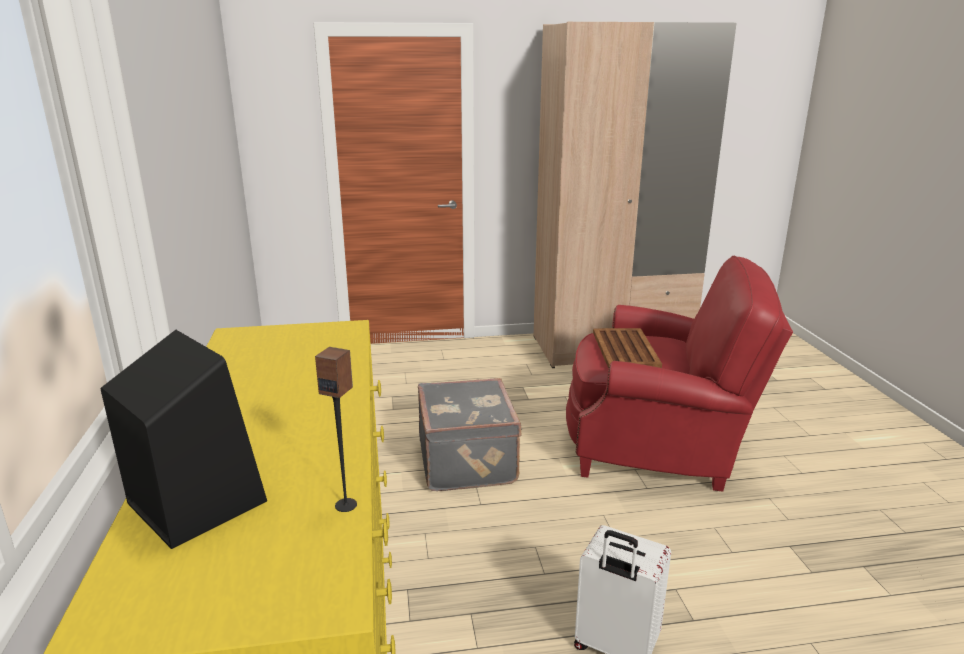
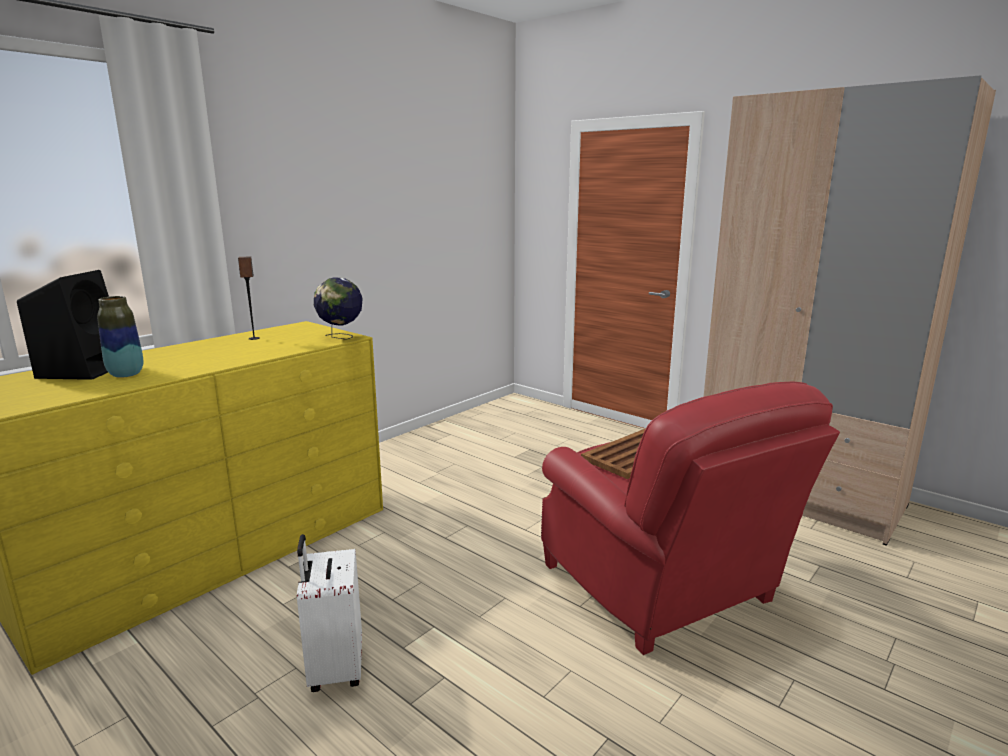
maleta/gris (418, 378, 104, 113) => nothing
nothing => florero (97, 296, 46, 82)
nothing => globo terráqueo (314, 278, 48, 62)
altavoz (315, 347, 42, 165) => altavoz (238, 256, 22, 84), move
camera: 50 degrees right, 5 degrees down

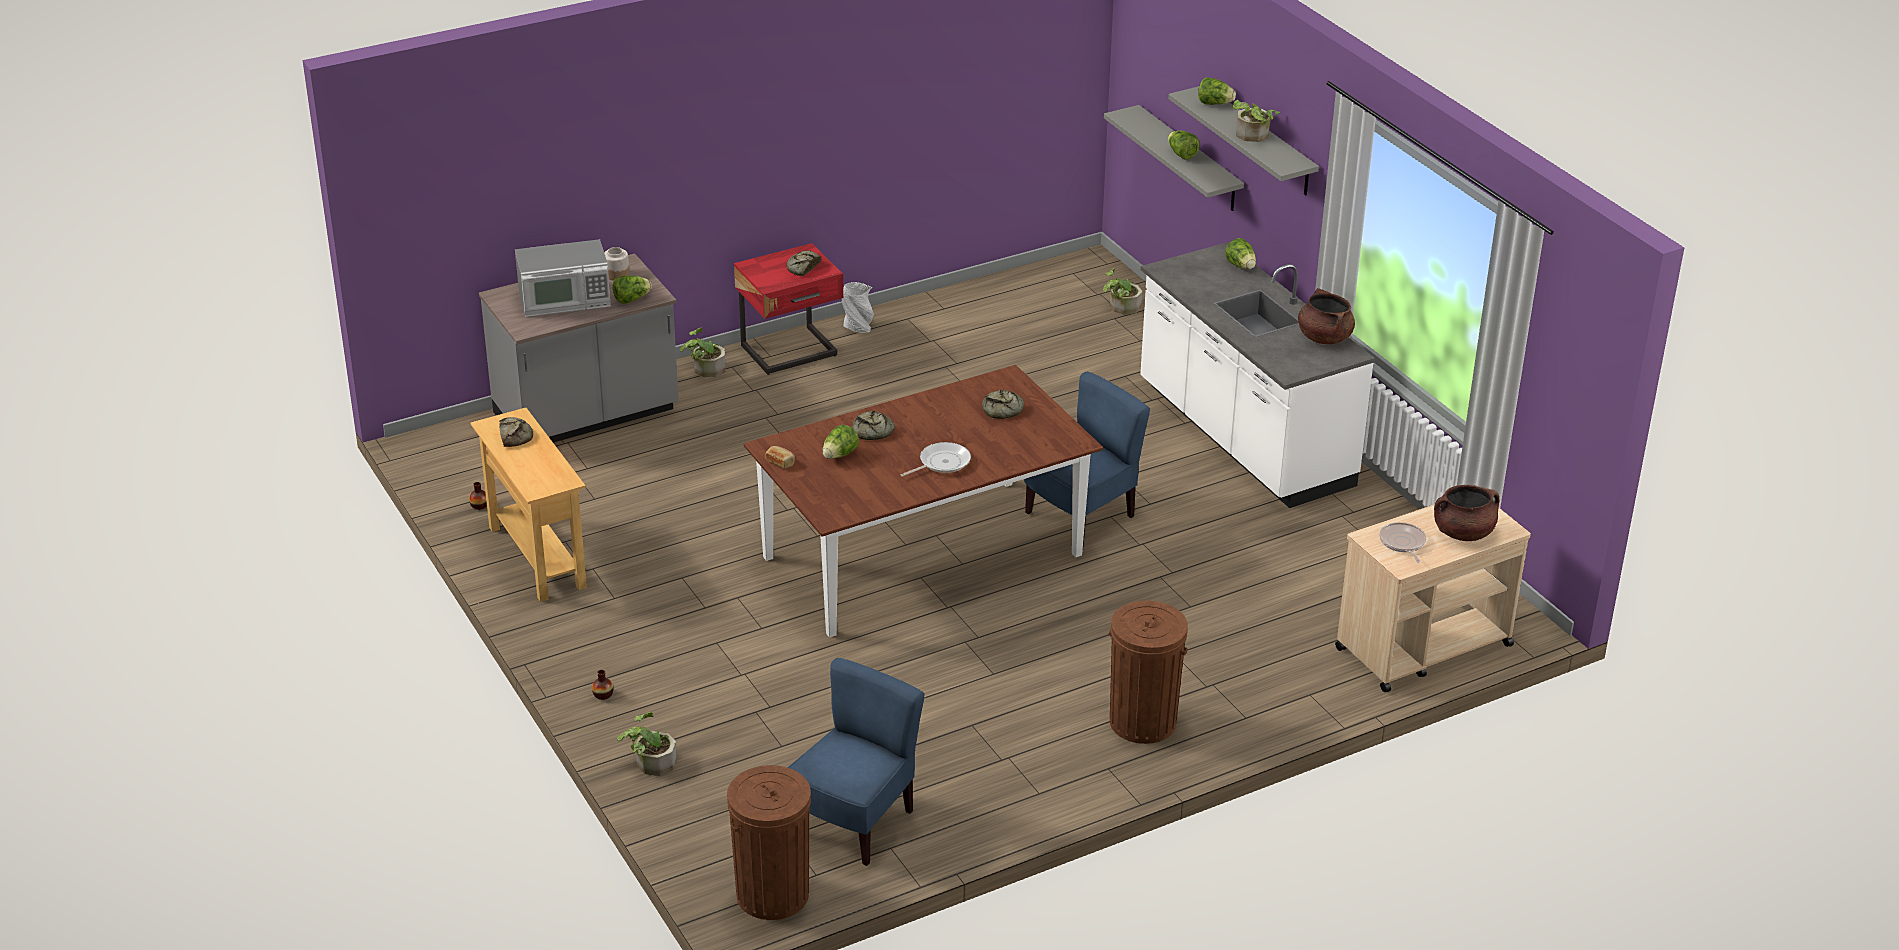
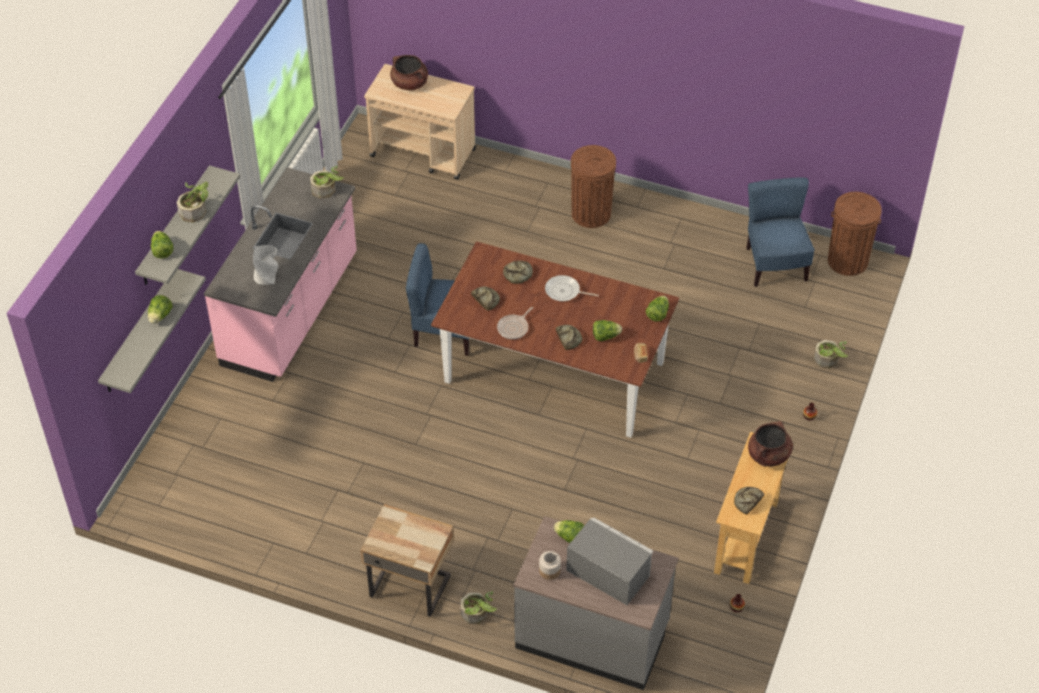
pan (787, 250, 34, 26) => pan (503, 260, 30, 24), move
florero/gris (842, 282, 32, 51) => florero/gris (253, 245, 25, 40), move
planta en maceta (1103, 268, 39, 47) => planta en maceta (310, 166, 34, 33), move
lechuga (1225, 238, 31, 31) => lechuga (646, 296, 23, 26), move
olla/marrón (1298, 288, 57, 56) => olla/marrón (748, 421, 45, 46), move
sartén (1379, 522, 47, 41) => sartén (497, 307, 36, 32), move
mesita de noche/rojo (734, 243, 109, 132) => mesita de noche/beis (360, 504, 94, 113)
mueble bajo de cocina/blanco (1140, 242, 235, 266) => mueble bajo de cocina/rosa (204, 167, 153, 215)
silla/azul (787, 658, 138, 208) => silla/azul (746, 177, 69, 110), 90 degrees clockwise
camera: 130 degrees left, 15 degrees up

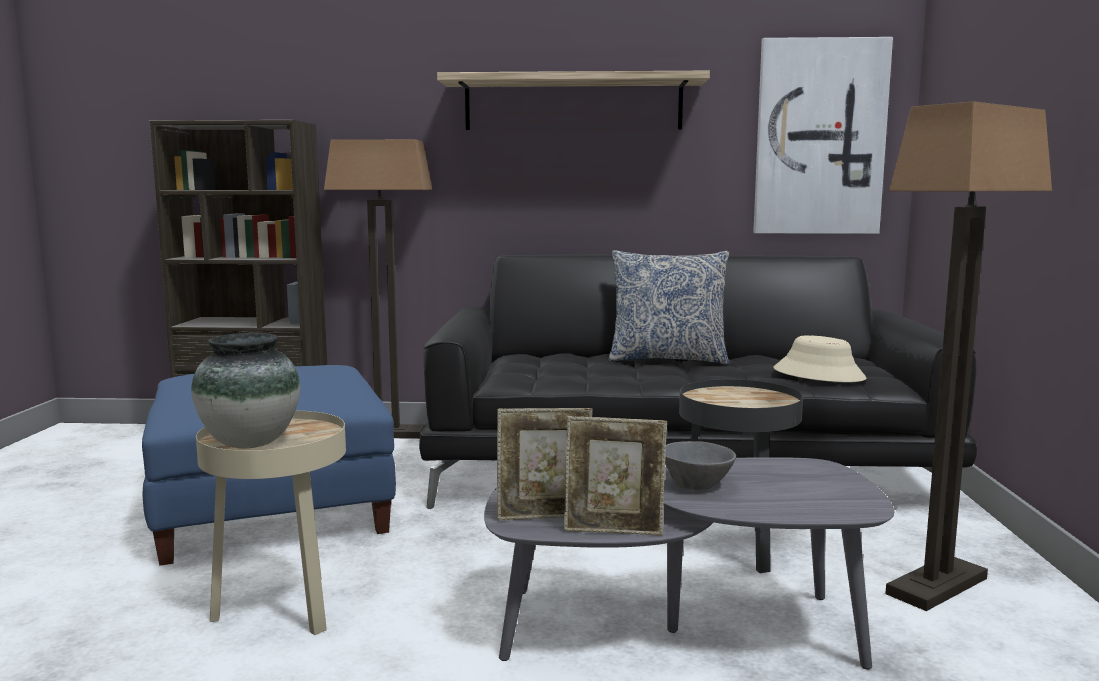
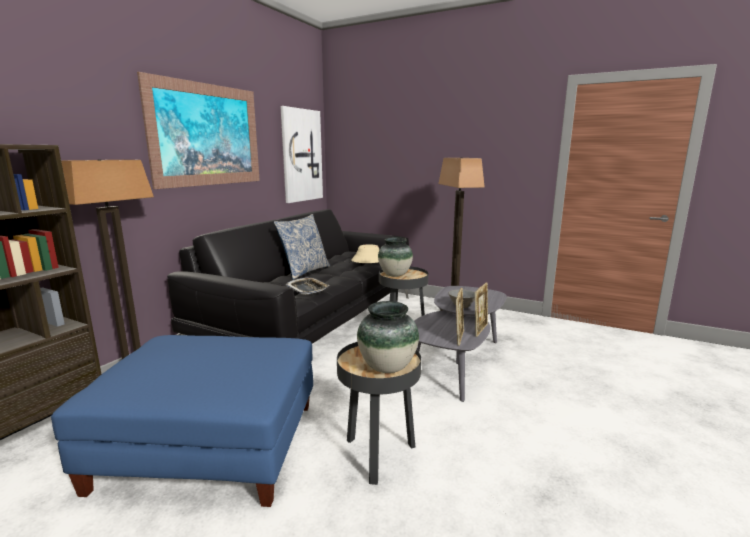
nothing => bandeja (285, 277, 44, 17)
nothing => florero (378, 237, 35, 40)
estante (437, 71, 273, 59) => cuadro (137, 72, 123, 117)
mesa auxiliar/beis (196, 411, 150, 224) => mesa auxiliar/negro (337, 342, 84, 143)
camera: 65 degrees left, 5 degrees up

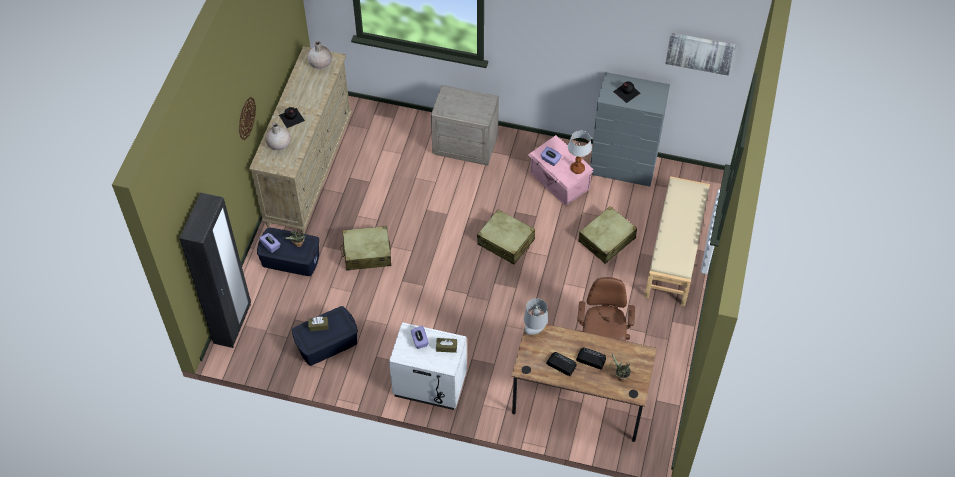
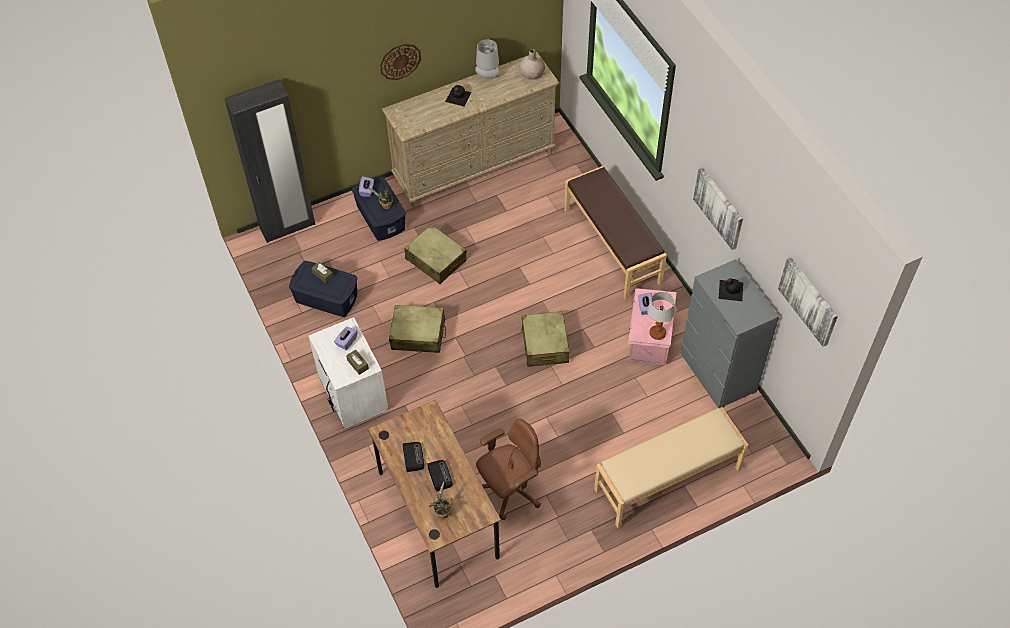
florero/beis (265, 123, 26, 27) => nothing
nothing => cuadro (693, 167, 50, 83)
lámpara de mesa/gris (524, 298, 24, 37) => lámpara de mesa/gris (475, 40, 24, 40), move
maleta/beis (578, 206, 59, 58) => maleta/beis (389, 305, 57, 48), move
mesita de noche/beis (431, 85, 68, 81) => banco/marrón (564, 166, 103, 133)
camera: 50 degrees right, 0 degrees up

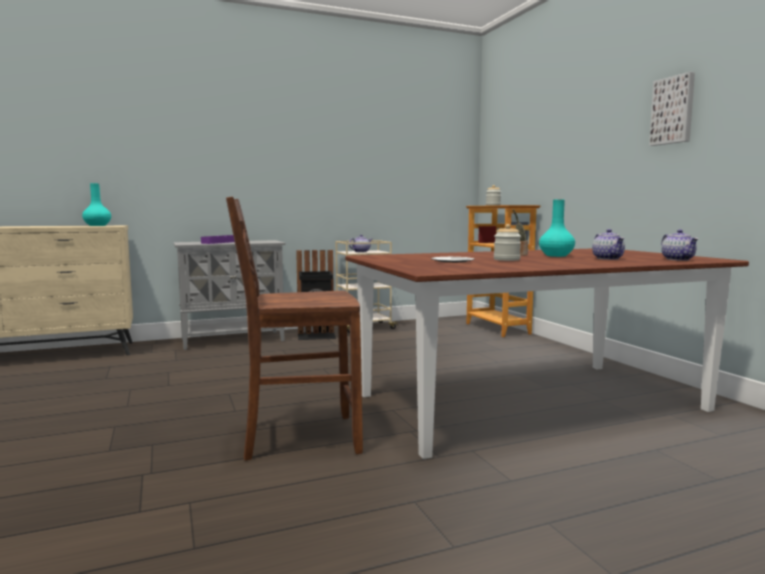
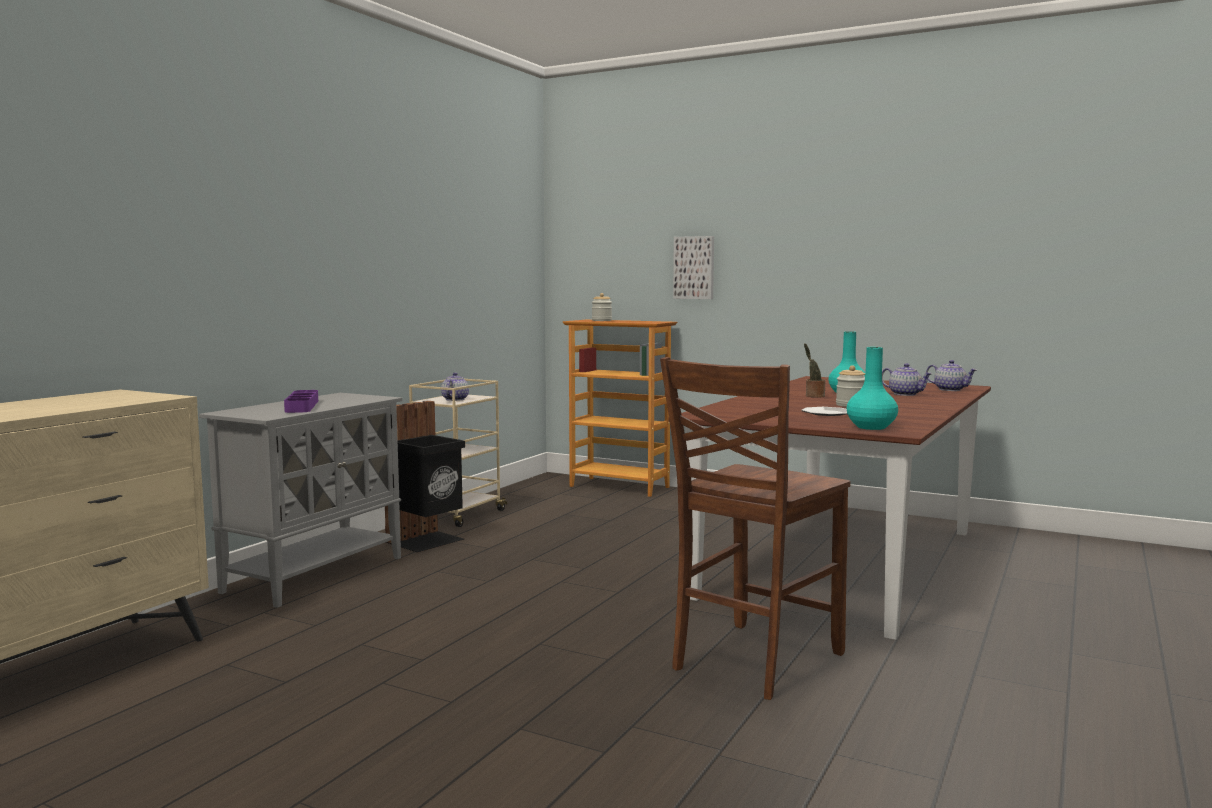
florero/turquesa (82, 183, 29, 43) => florero/turquesa (847, 347, 51, 83), move
cuadro (649, 72, 46, 74) => cuadro (673, 236, 41, 63), move
camera: 40 degrees left, 0 degrees up

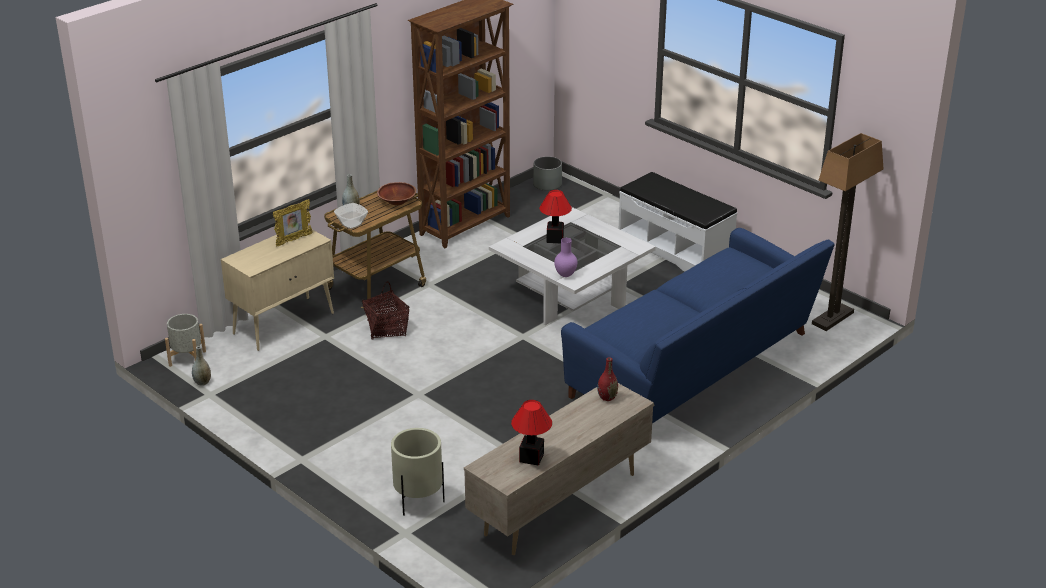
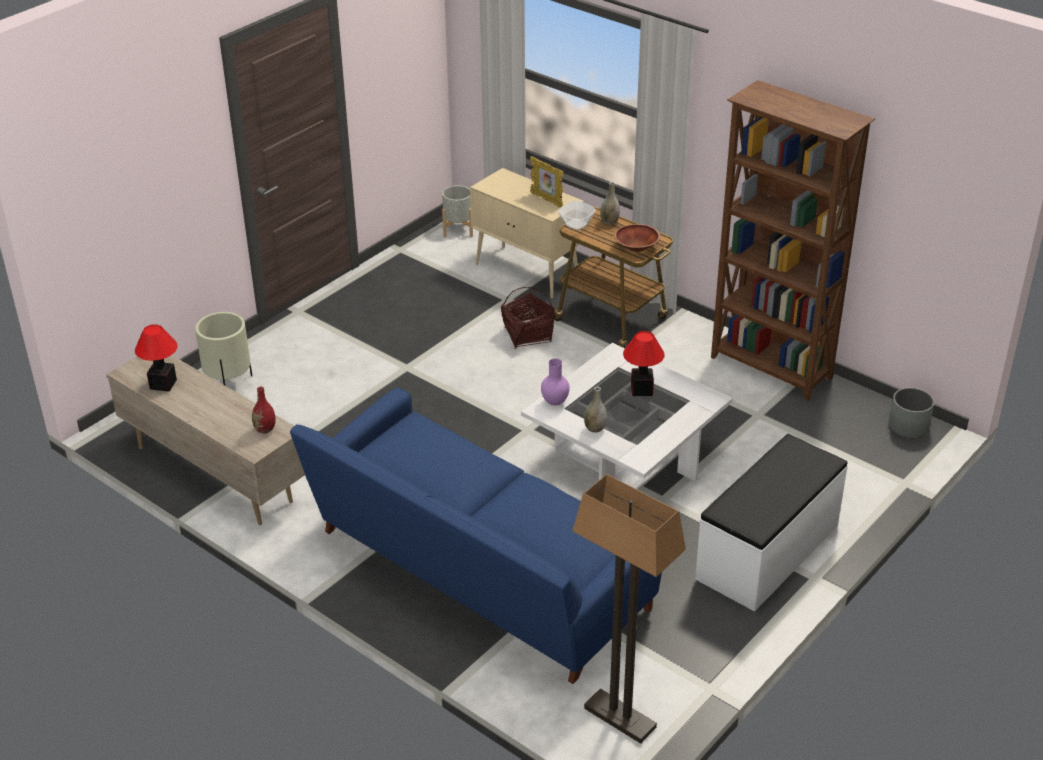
florero/gris (192, 346, 19, 40) => florero/gris (584, 387, 23, 46), move
camera: 85 degrees right, 5 degrees up

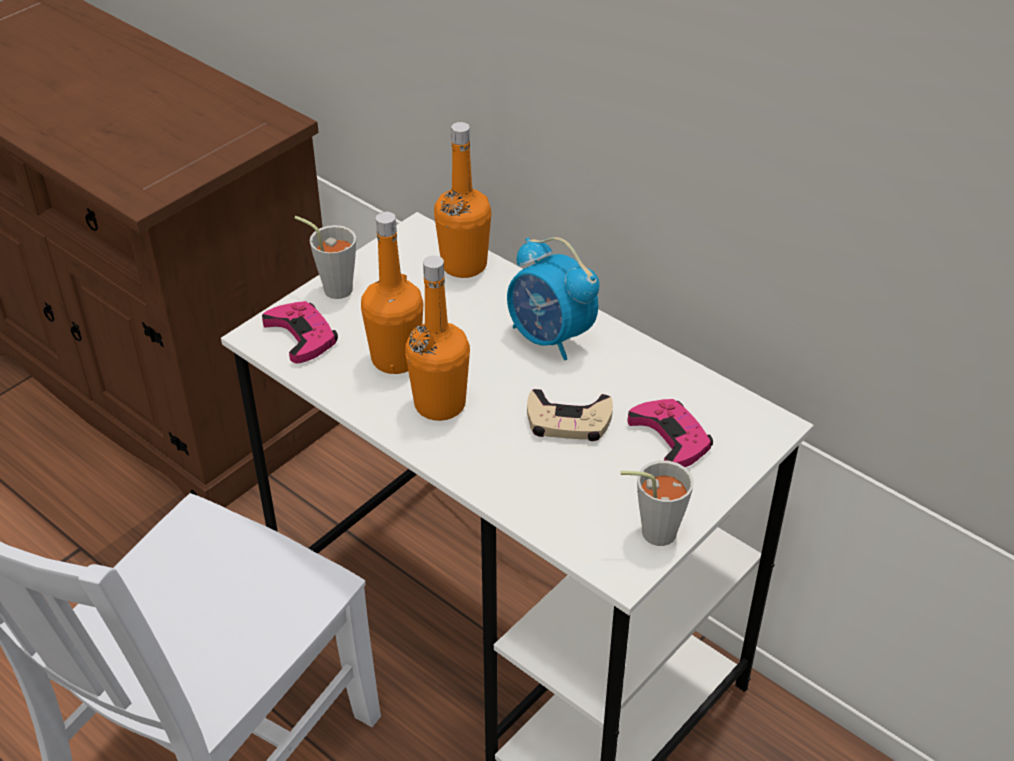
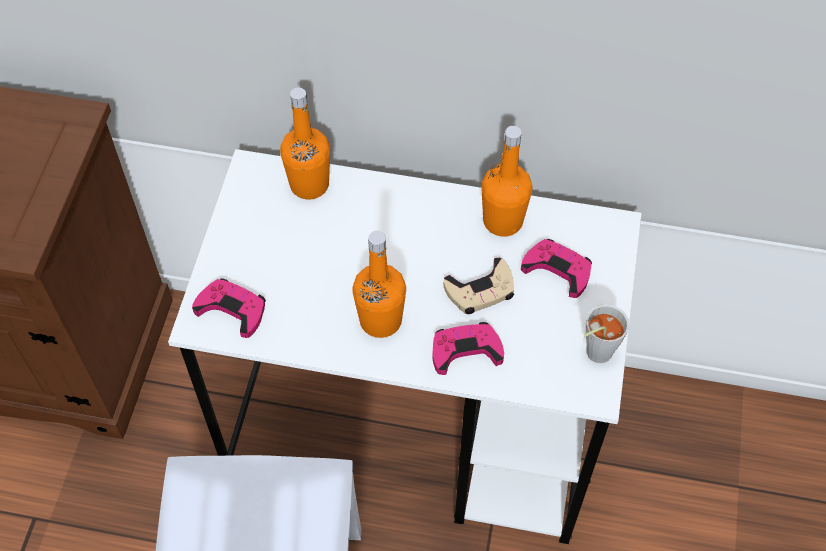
taza/gris (295, 216, 61, 83) => nothing
despertador (507, 237, 93, 123) => nothing
nothing => mando de consola/rosa (432, 322, 72, 53)
botella/naranja (361, 212, 63, 162) => botella/naranja (481, 126, 51, 111), move
camera: 30 degrees left, 15 degrees up

